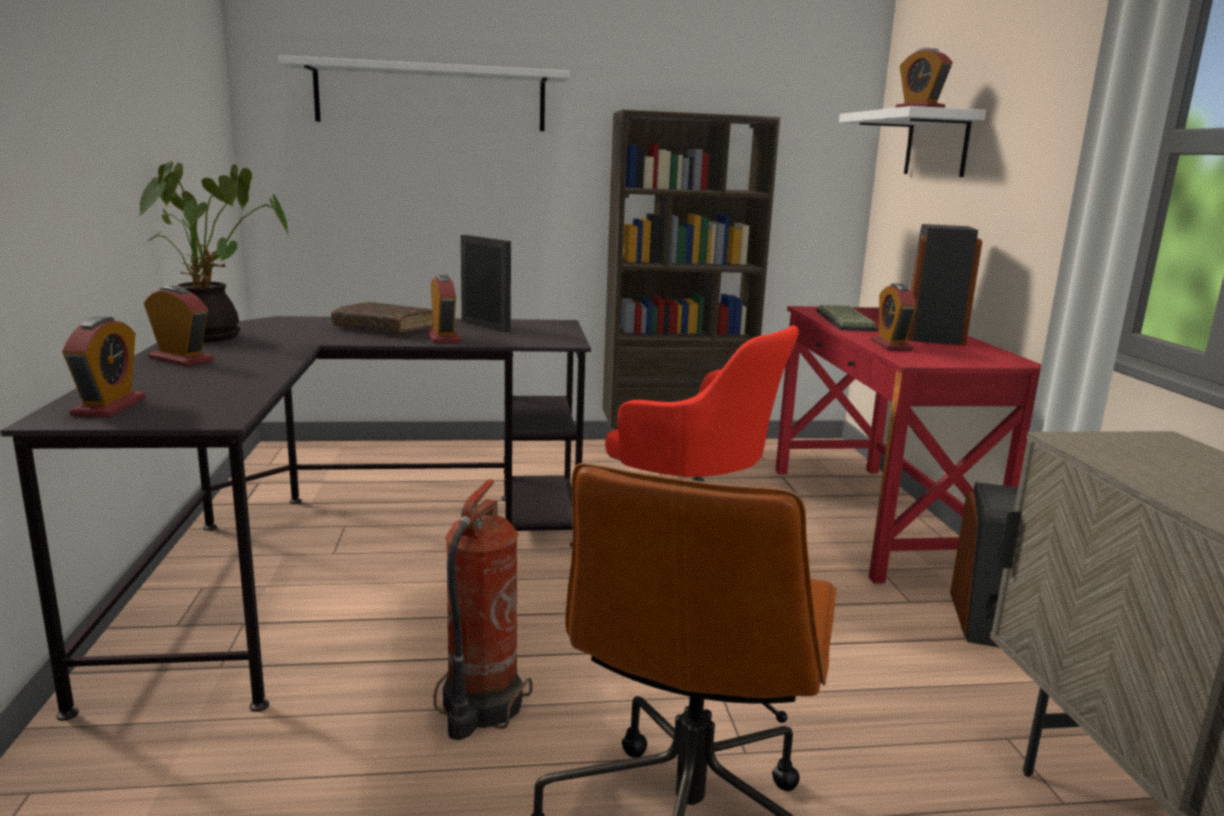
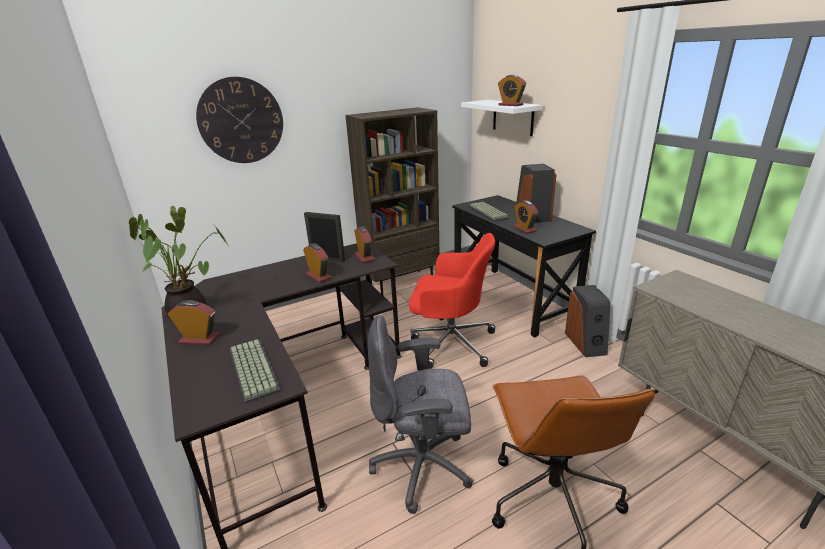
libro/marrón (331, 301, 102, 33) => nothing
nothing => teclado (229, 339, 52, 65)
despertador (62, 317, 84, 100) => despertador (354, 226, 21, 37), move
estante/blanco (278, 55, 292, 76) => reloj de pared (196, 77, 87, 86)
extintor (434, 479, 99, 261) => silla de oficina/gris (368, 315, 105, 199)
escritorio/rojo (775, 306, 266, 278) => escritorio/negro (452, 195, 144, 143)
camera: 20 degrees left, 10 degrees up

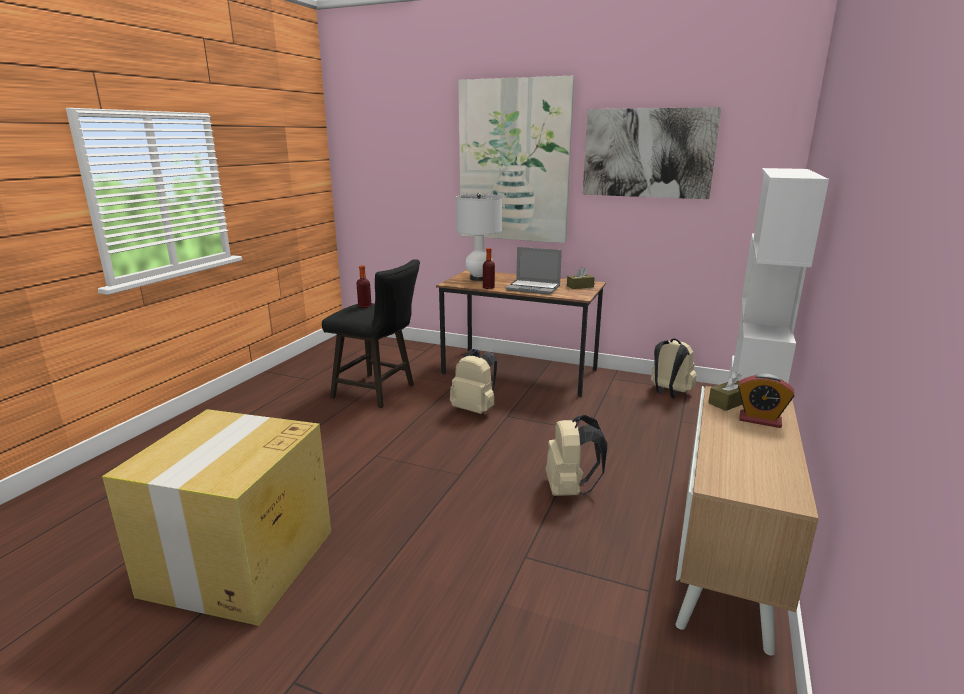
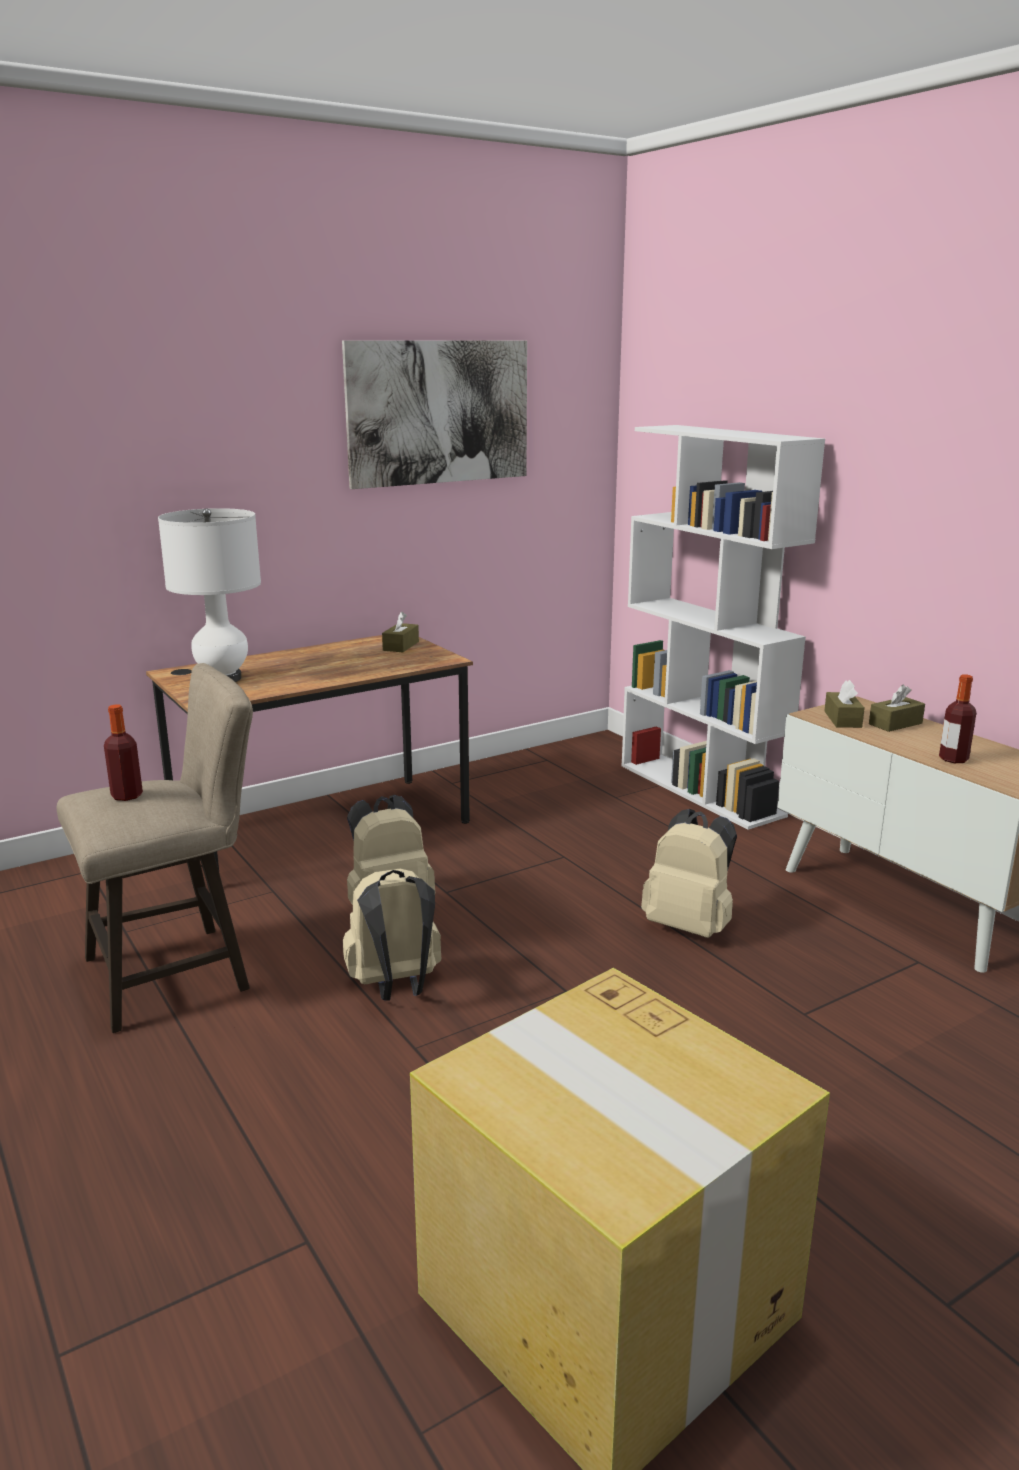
cuadro (458, 76, 117, 167) => nothing
portátil (506, 247, 56, 48) => nothing
botella (483, 248, 12, 41) => botella (939, 674, 37, 89), move
mochila/beis (651, 338, 46, 60) => mochila/beis (343, 869, 98, 132), move
despertador (738, 374, 56, 54) => caja de pañuelos/marrón (869, 684, 56, 48)
taburete/negro (322, 259, 98, 149) => taburete/beis (57, 663, 196, 370)
camera: 55 degrees left, 0 degrees up

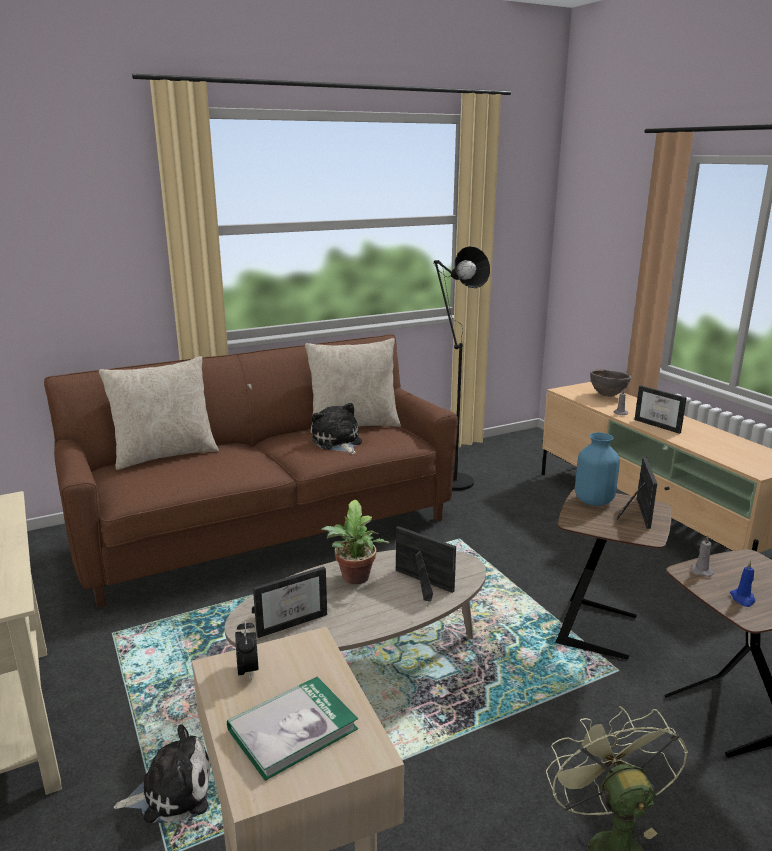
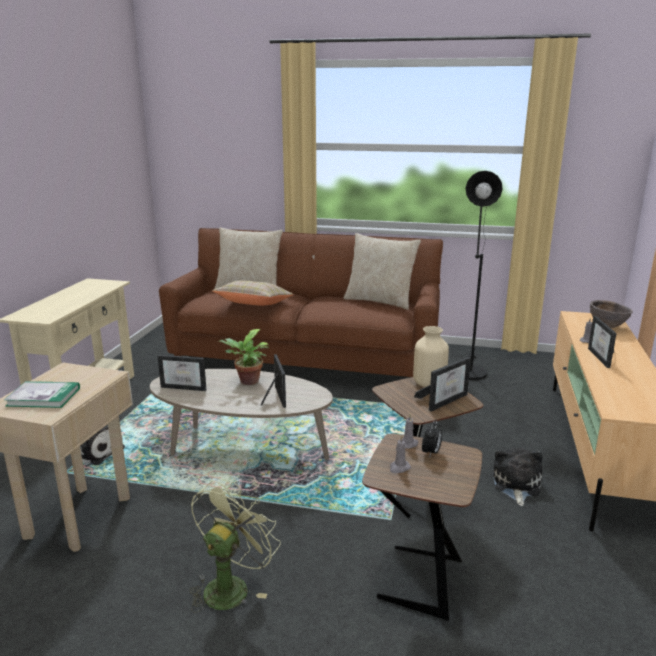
nothing => cojín/beis (212, 281, 82, 25)
despertador (235, 619, 24, 60) => despertador (422, 419, 20, 37), move
peluche (312, 403, 50, 51) => peluche (493, 448, 50, 58), move
florero/azul (575, 432, 45, 74) => florero/beis (413, 326, 36, 61)
vela/azul (730, 560, 25, 47) => vela/gris (390, 435, 21, 38)
camera: 40 degrees right, 0 degrees up

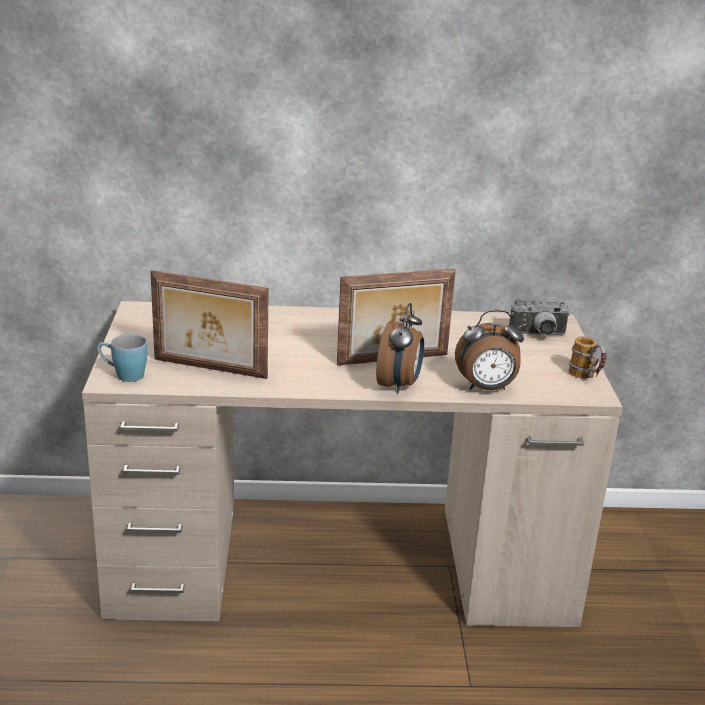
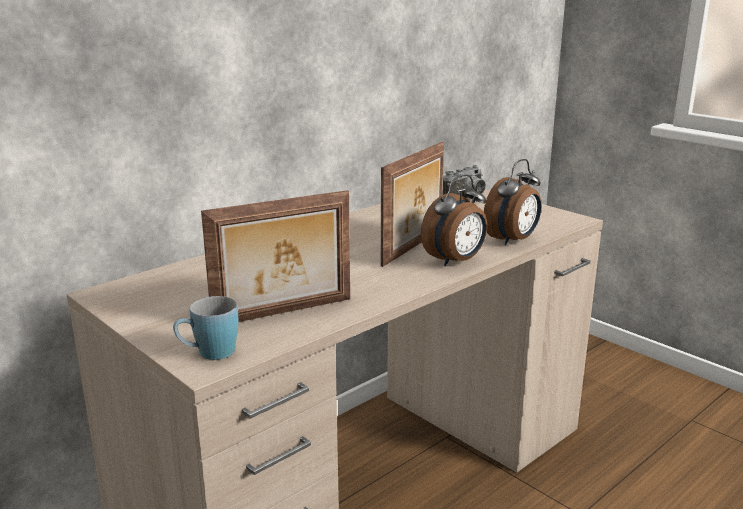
taza grande (569, 336, 38, 43) => nothing
despertador (376, 303, 48, 90) => despertador (421, 174, 66, 93), 75 degrees clockwise
camera: 40 degrees left, 5 degrees down

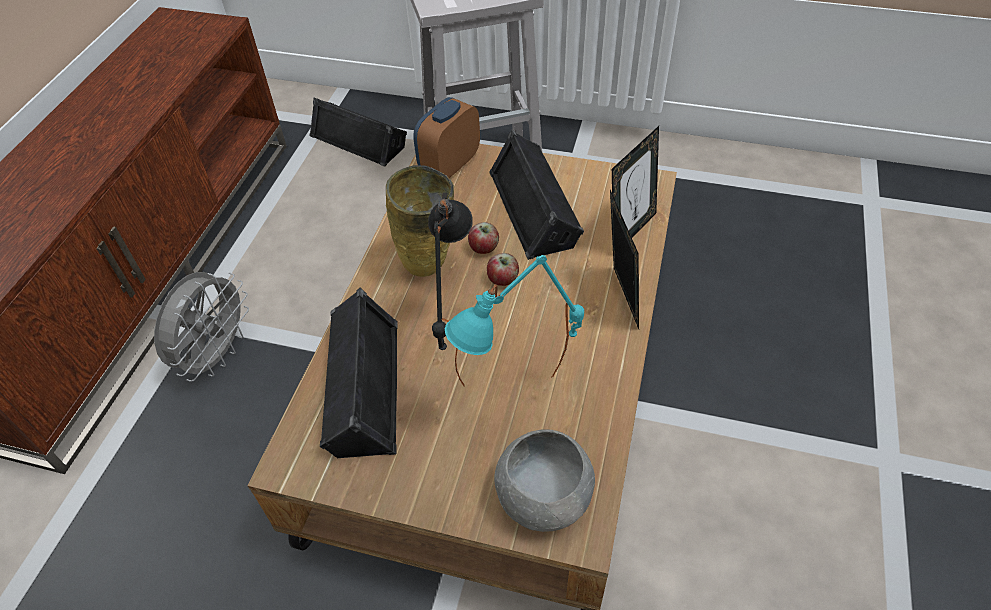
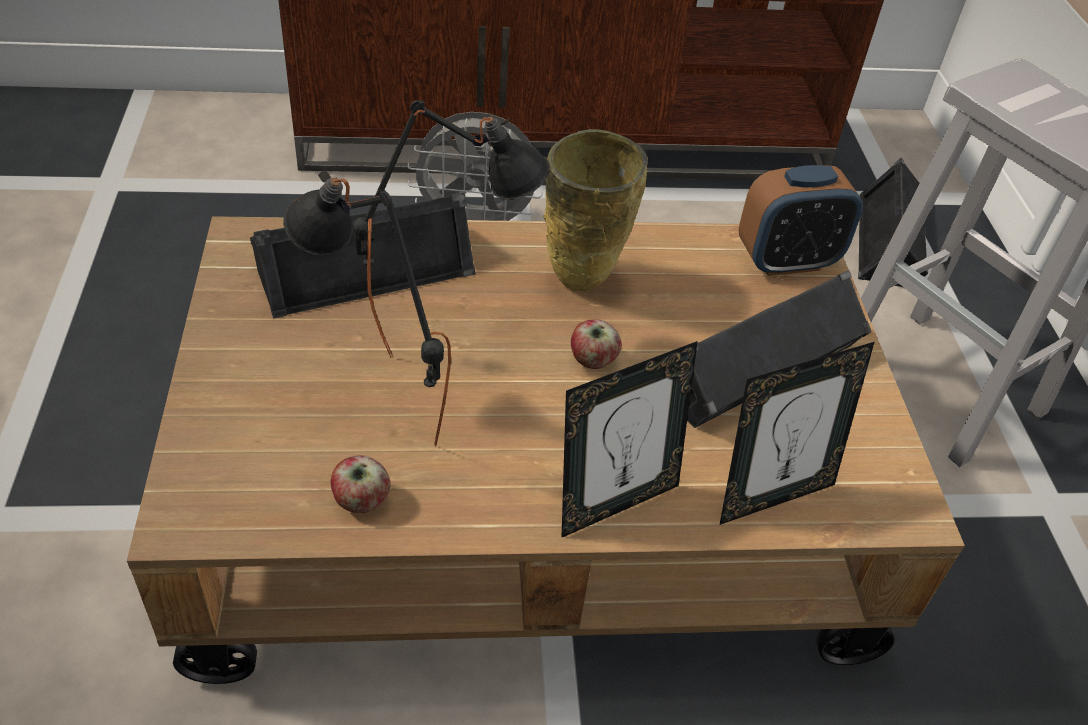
cuenco/gris (494, 429, 101, 103) => nothing
manzana (468, 222, 31, 32) => manzana (331, 455, 60, 58), move
lámpara de mesa/turquesa (445, 255, 139, 122) => lámpara de mesa/negro (283, 170, 168, 276)
despertador (413, 97, 67, 81) => despertador (739, 165, 124, 111), 150 degrees clockwise
portarretratos (612, 126, 47, 111) => portarretratos (720, 342, 155, 183), 45 degrees counterclockwise
camera: 65 degrees right, 5 degrees down

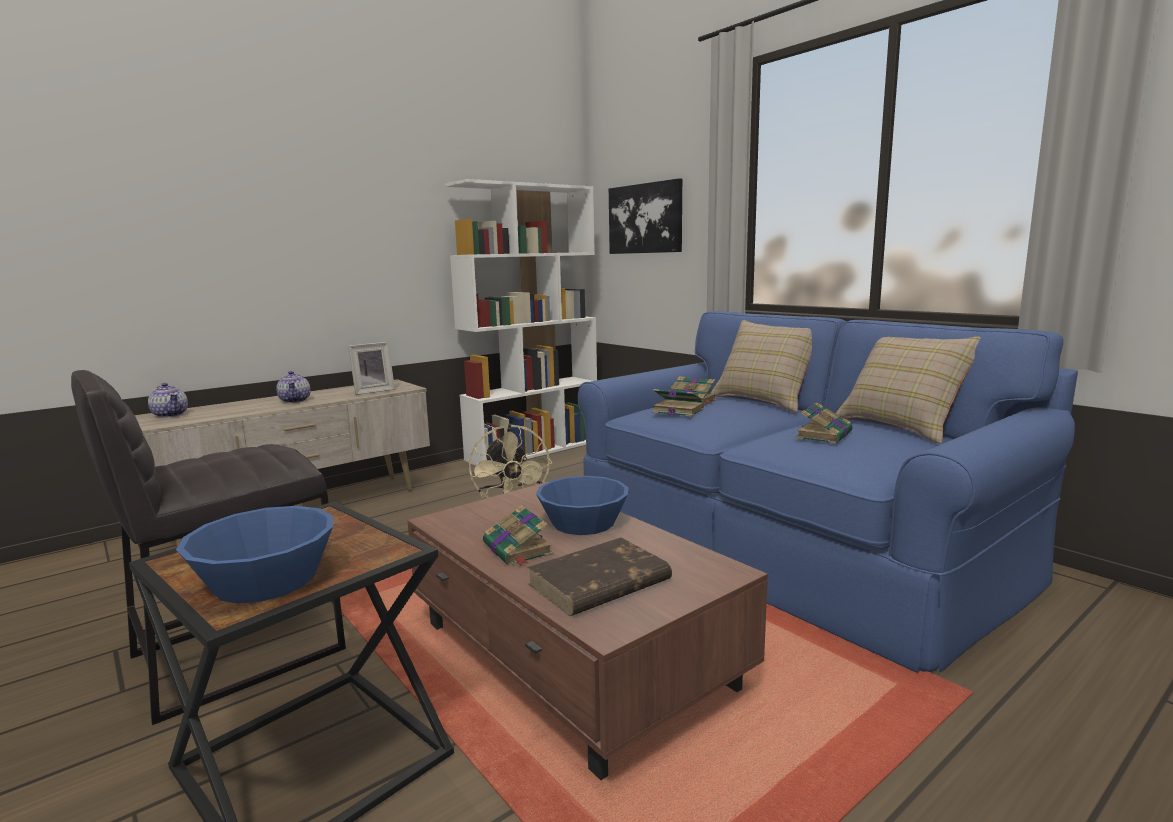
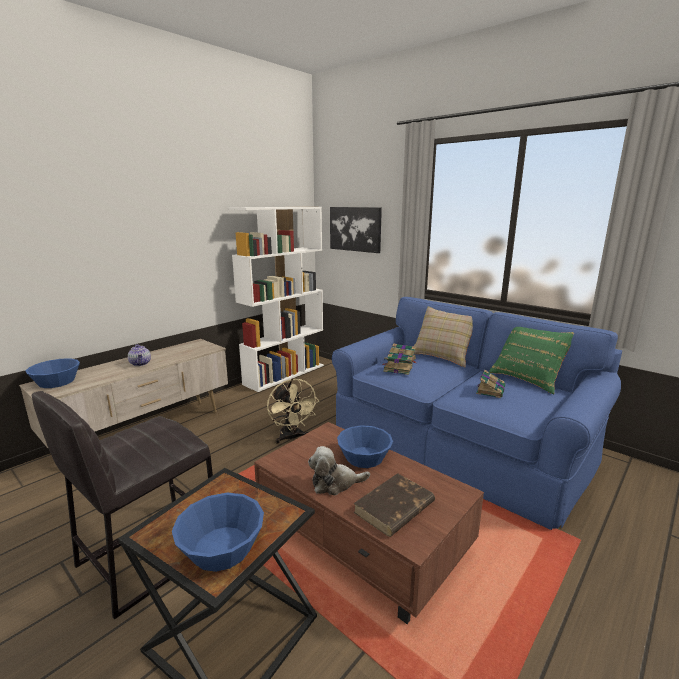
portarretratos (348, 342, 47, 53) => nothing
tetera (148, 383, 40, 35) => cuenco/azul (26, 359, 54, 29)
libro (483, 505, 71, 61) => peluche (308, 446, 62, 49)
cojín/beis (836, 336, 144, 108) => cojín/verde (489, 327, 85, 67)
camera: 10 degrees left, 5 degrees up

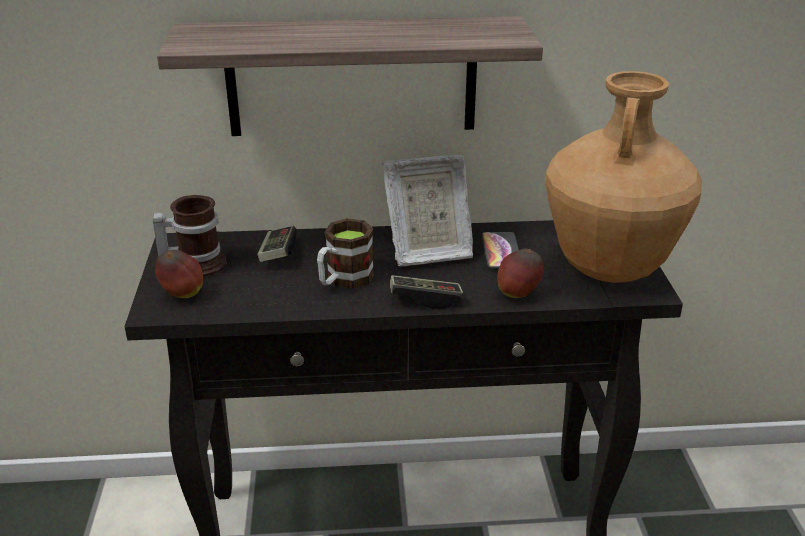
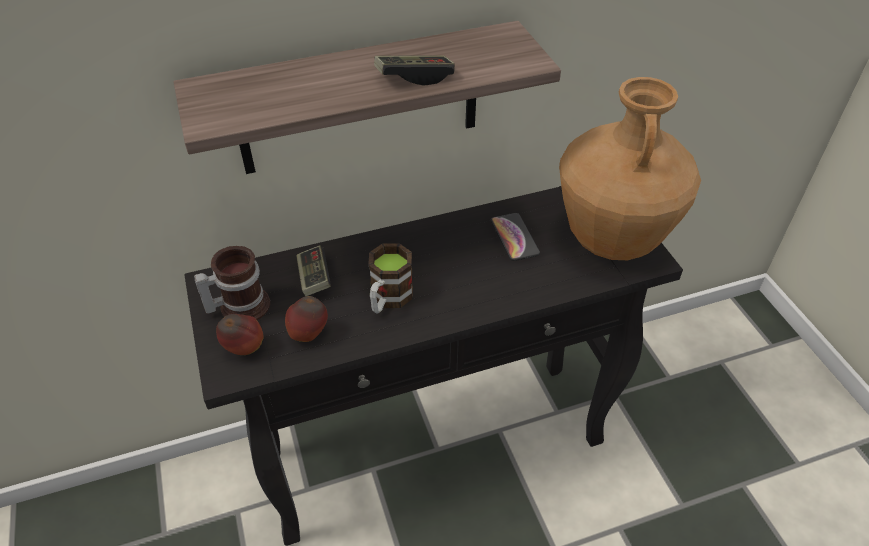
portarretratos (382, 155, 91, 112) => nothing
mando de consola (390, 275, 73, 34) => mando de consola (374, 55, 81, 31), move
manzana (497, 249, 46, 49) => manzana (285, 296, 43, 46), move
camera: 15 degrees left, 15 degrees up

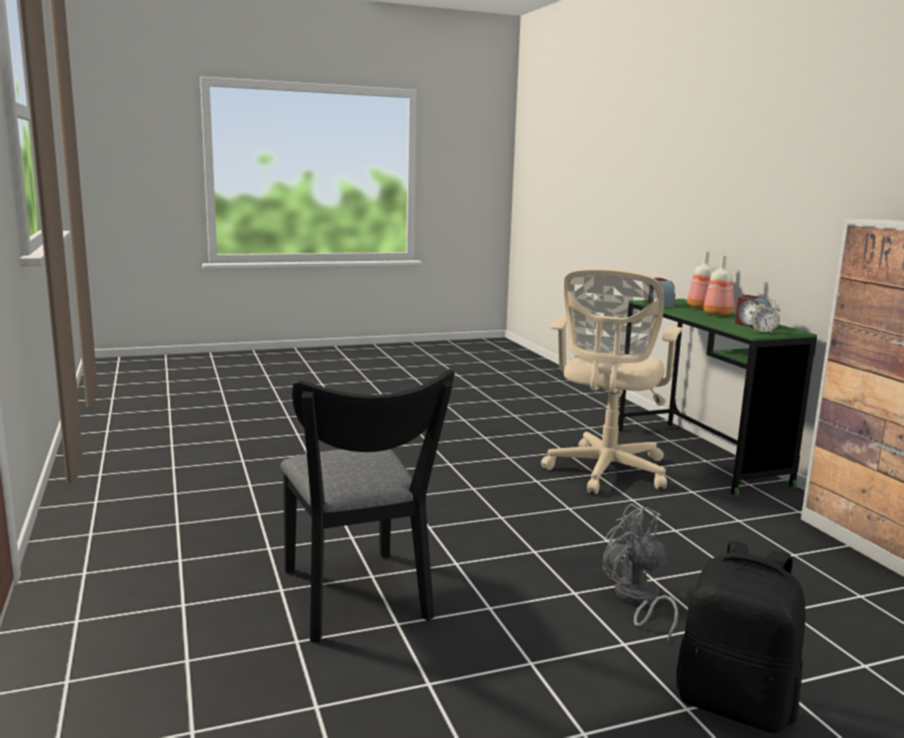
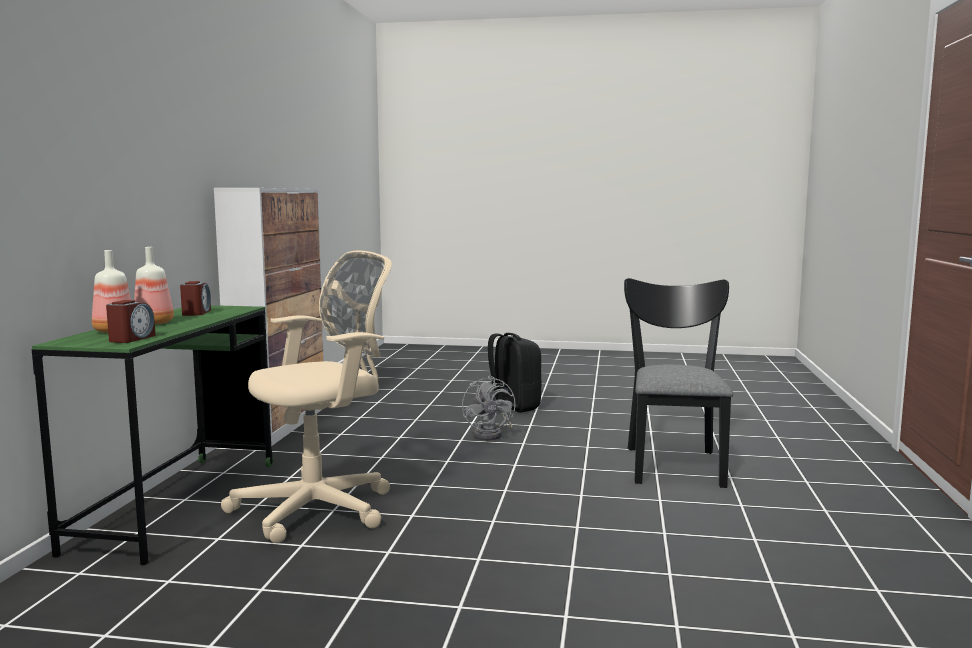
despertador (751, 299, 29, 35) => nothing
camera: 150 degrees left, 5 degrees down

